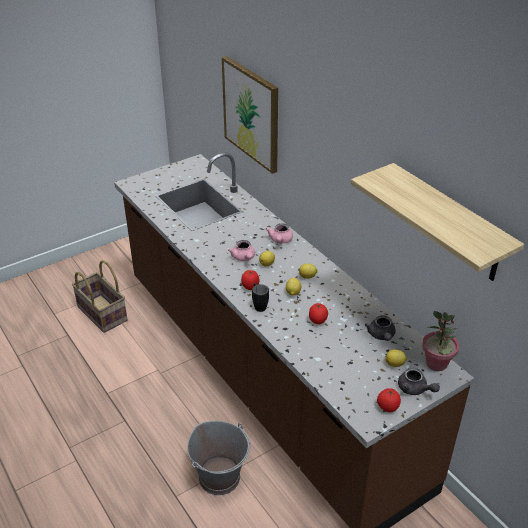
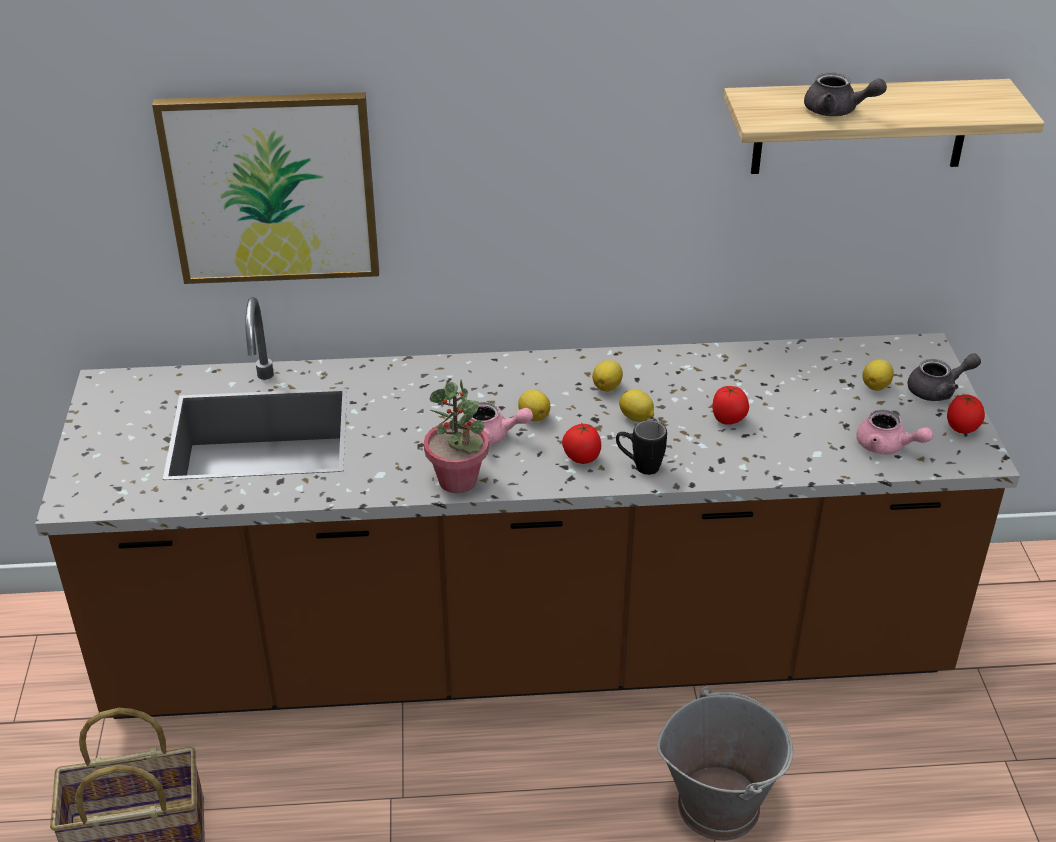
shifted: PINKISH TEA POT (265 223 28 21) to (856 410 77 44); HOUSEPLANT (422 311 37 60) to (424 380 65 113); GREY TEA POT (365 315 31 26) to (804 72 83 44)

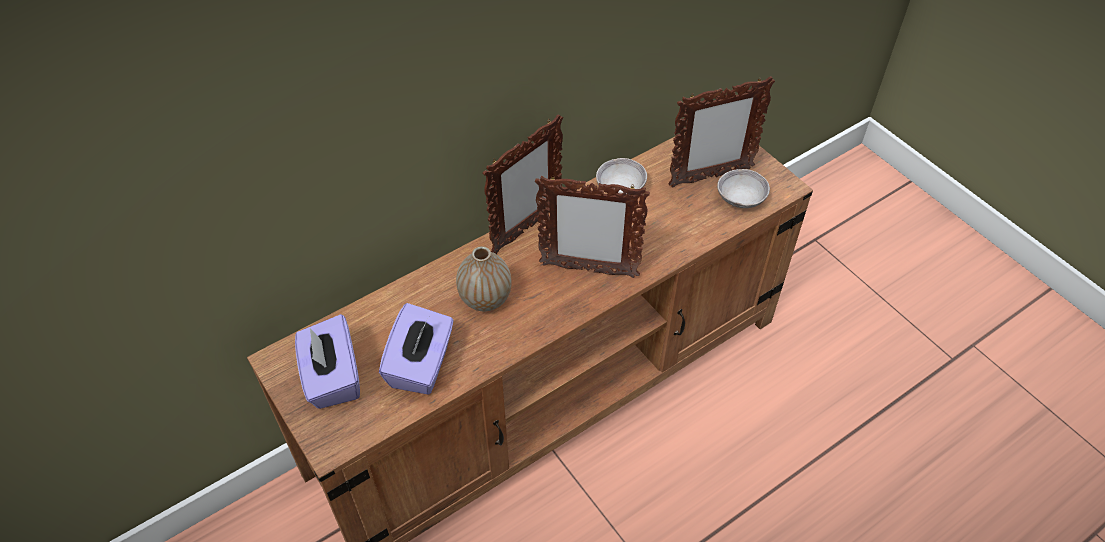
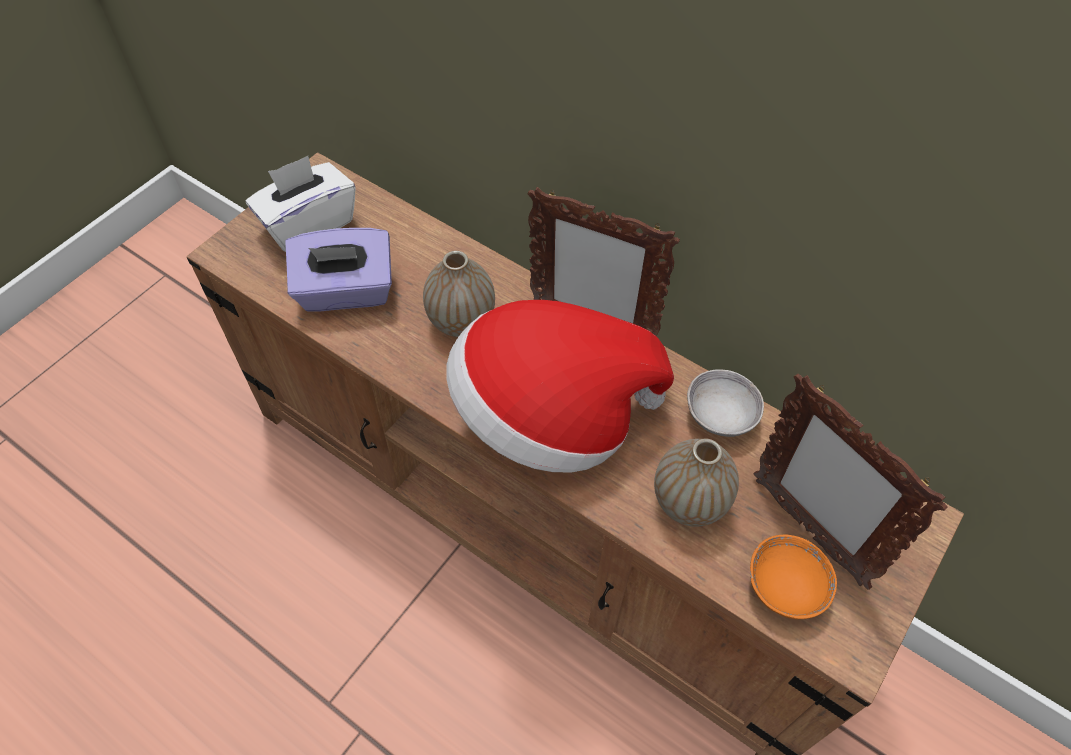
new: VASE (654 439 85 88)
swapped: PHOTO FRAME (535 175 115 103) to CLOTHING HAT (446 300 228 173)
repainted: GREY DEEP DISH (717 169 53 39) to ORANGEY DEEP DISH (750 535 87 84); PURPLE-COLOURED TISSUE BOX (295 314 65 95) to WHITE-COLOURED TISSUE BOX (245 156 110 96)

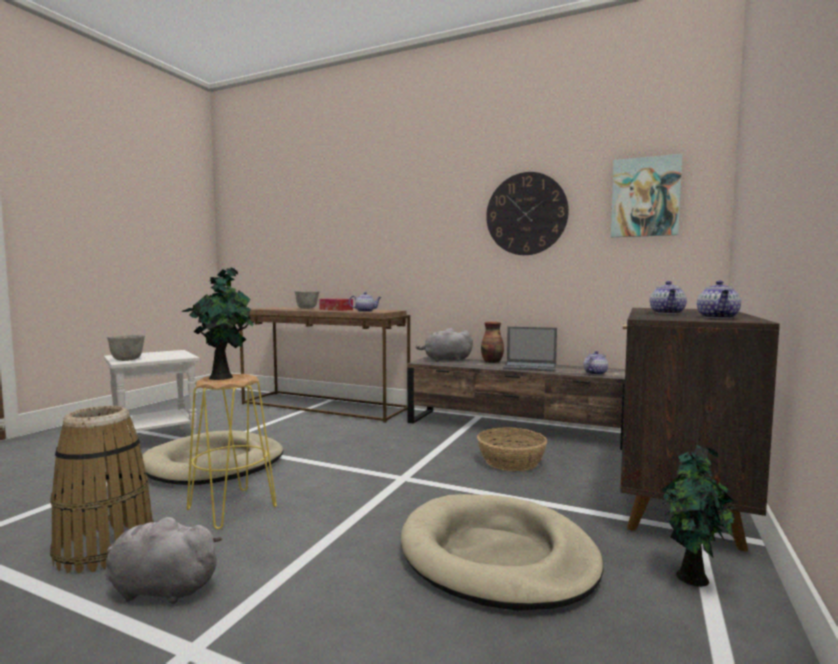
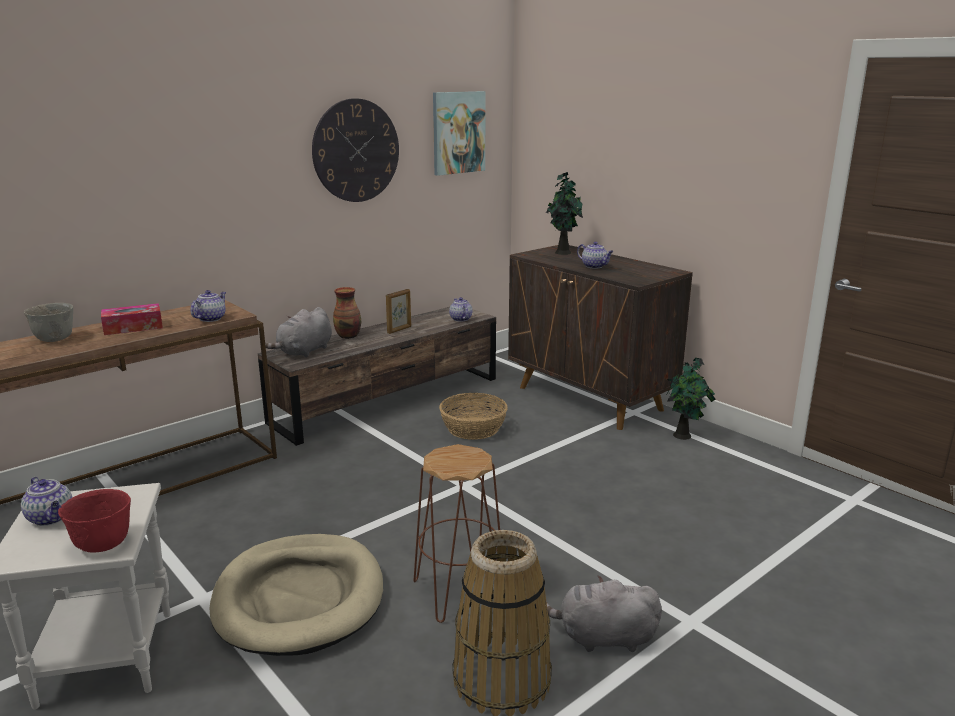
gone: BEIGE-COLOURED DOG BED (401 494 202 117)
shifted: HOUSEPLANT (182 267 72 113) to (546 172 37 83); TEA POT (697 280 44 39) to (21 477 51 49)
swapped: LAPTOP (503 327 54 45) to PHOTO FRAME (386 289 25 45)
repainted: GREY DEEP DISH (107 335 38 26) to RED-COLOURED DEEP DISH (58 489 73 63); YELLOW STOOL (187 374 90 155) to BROWN STOOL (413 444 87 179)
rotated: GREY CUDDLY TOY (105 517 117 87) = (547 576 115 76) 60 degrees clockwise

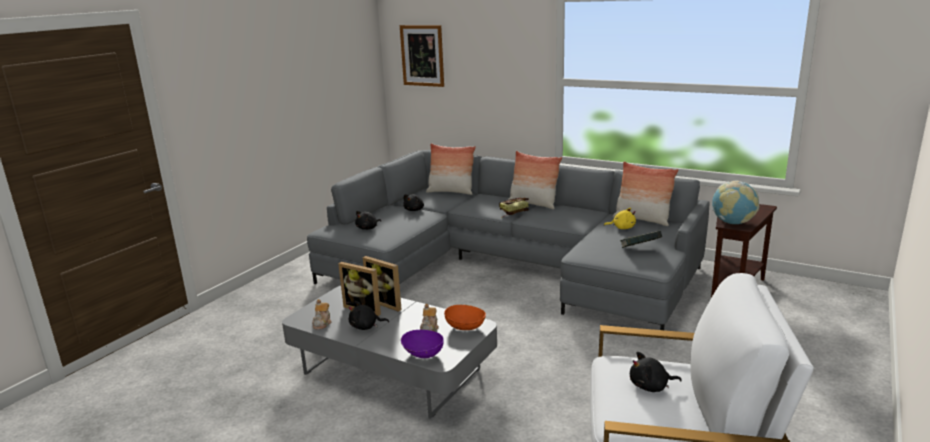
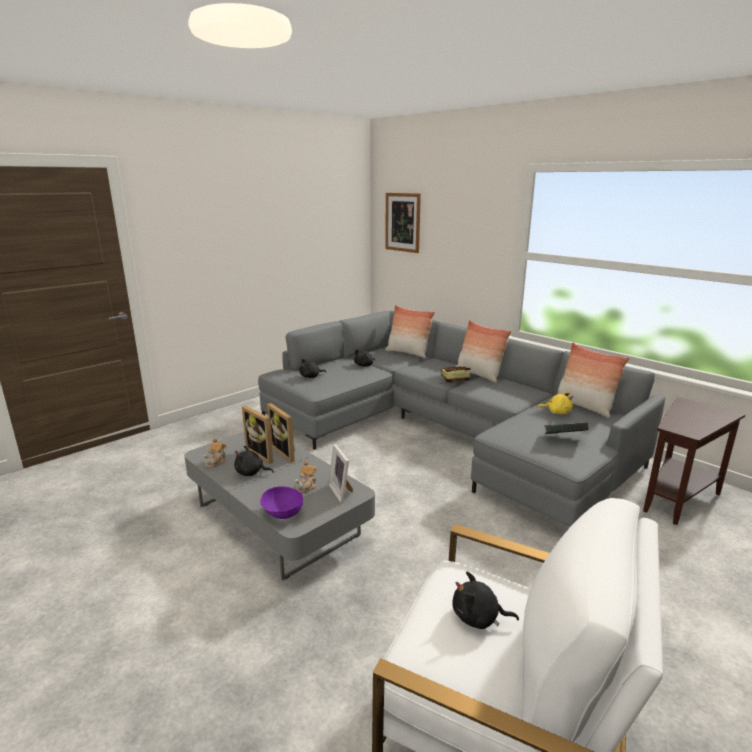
gone: WORLD GLOBE (712 180 47 44)
swapped: ORANGEY DEEP DISH (444 305 42 25) to PHOTO FRAME (328 444 25 59)

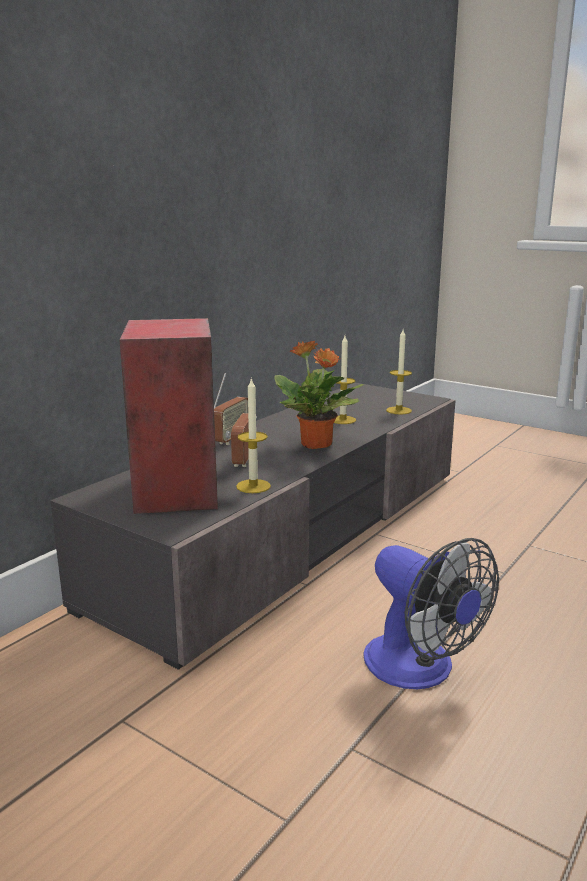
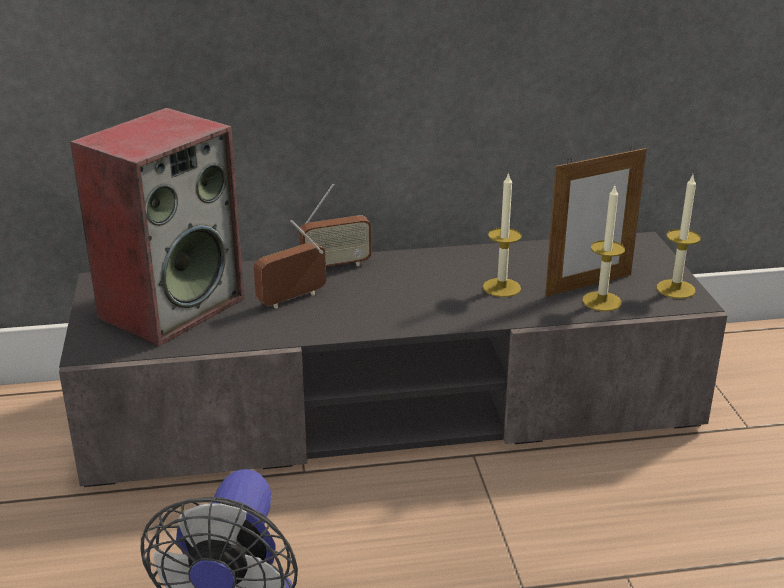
gone: HOUSEPLANT (274 341 90 108)
new: PHOTO FRAME (545 146 102 151)
shifted: CANDLE (236 377 35 116) to (656 175 45 124)

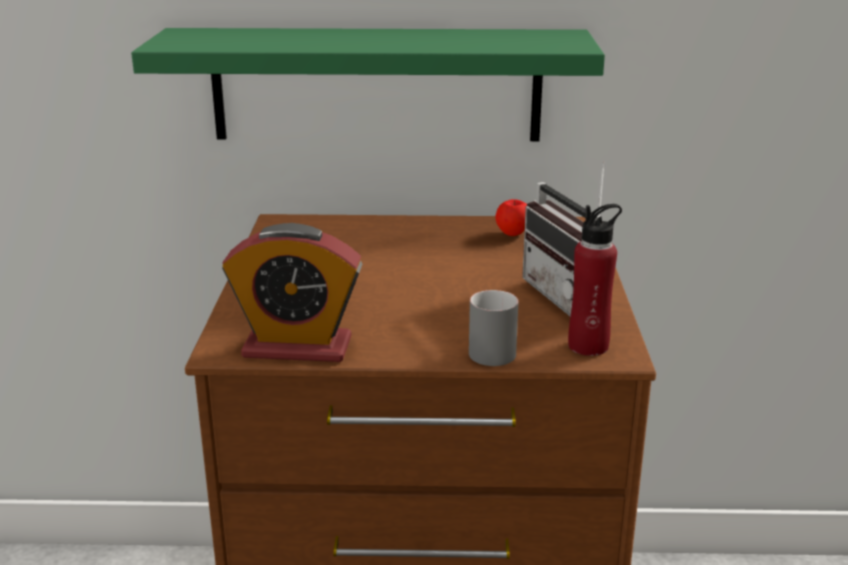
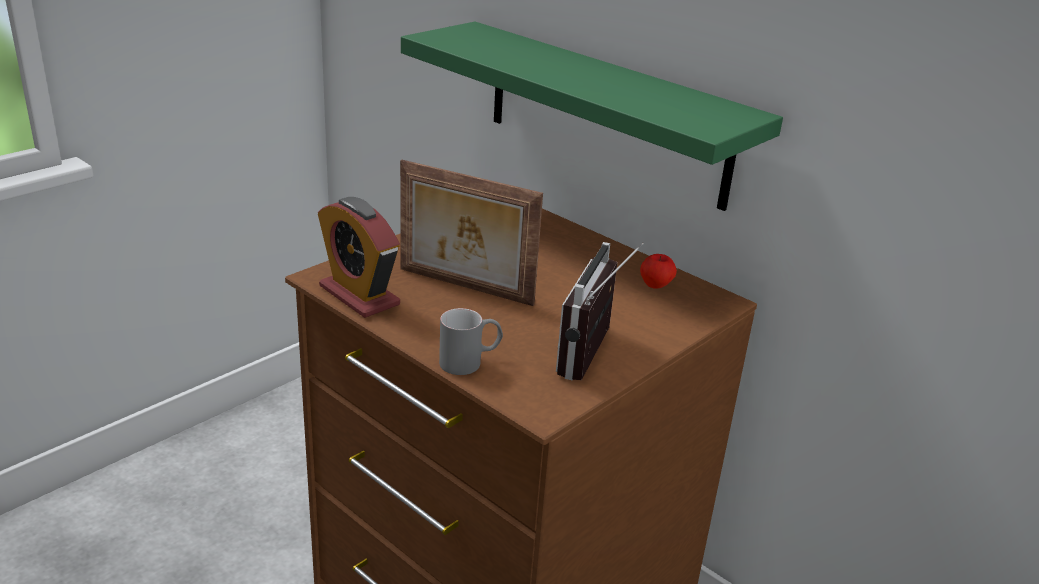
gone: RED-COLOURED BOTTLE (568 204 54 152)
new: PHOTO FRAME (400 160 143 146)

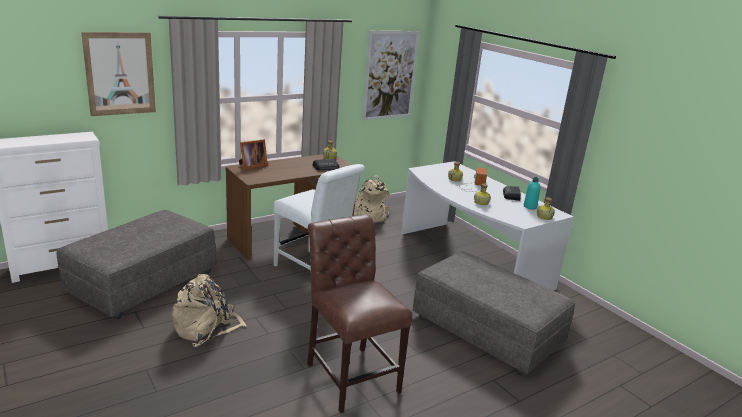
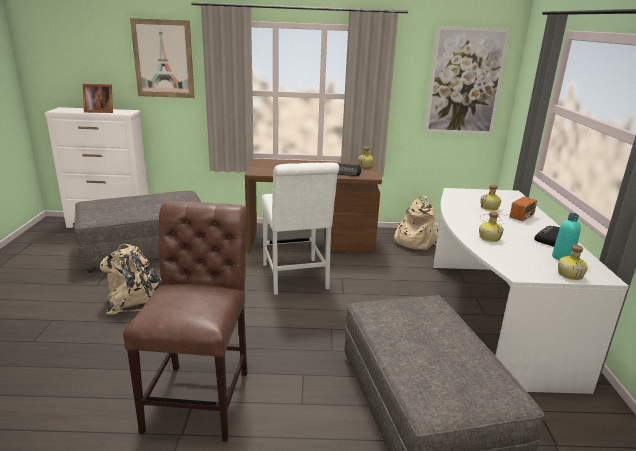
shifted: PHOTO FRAME (239 139 29 30) to (83 84 30 29)

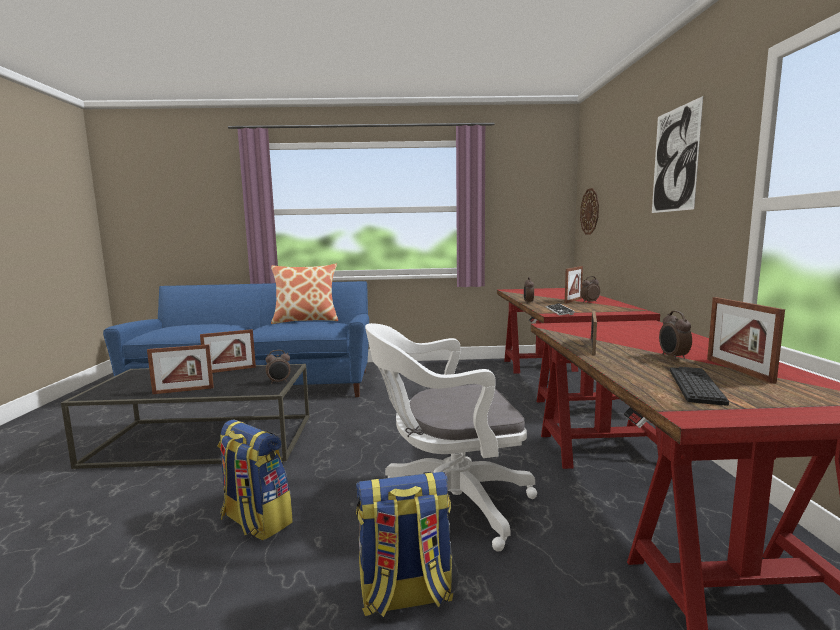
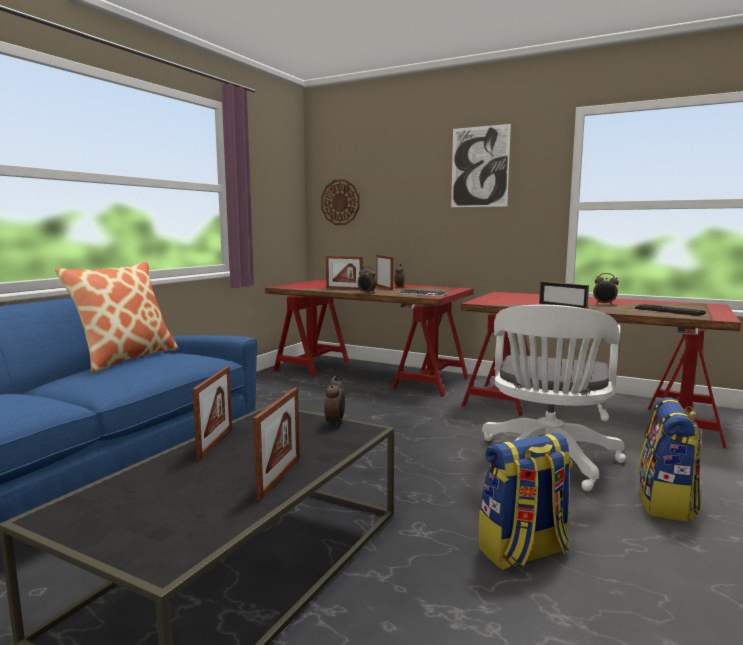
shifted: PHOTO FRAME (707 297 78 87) to (326 256 37 34)

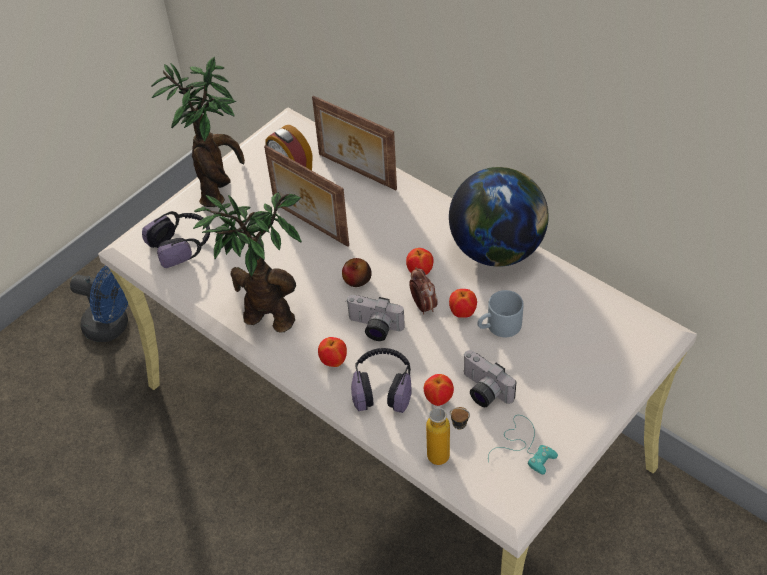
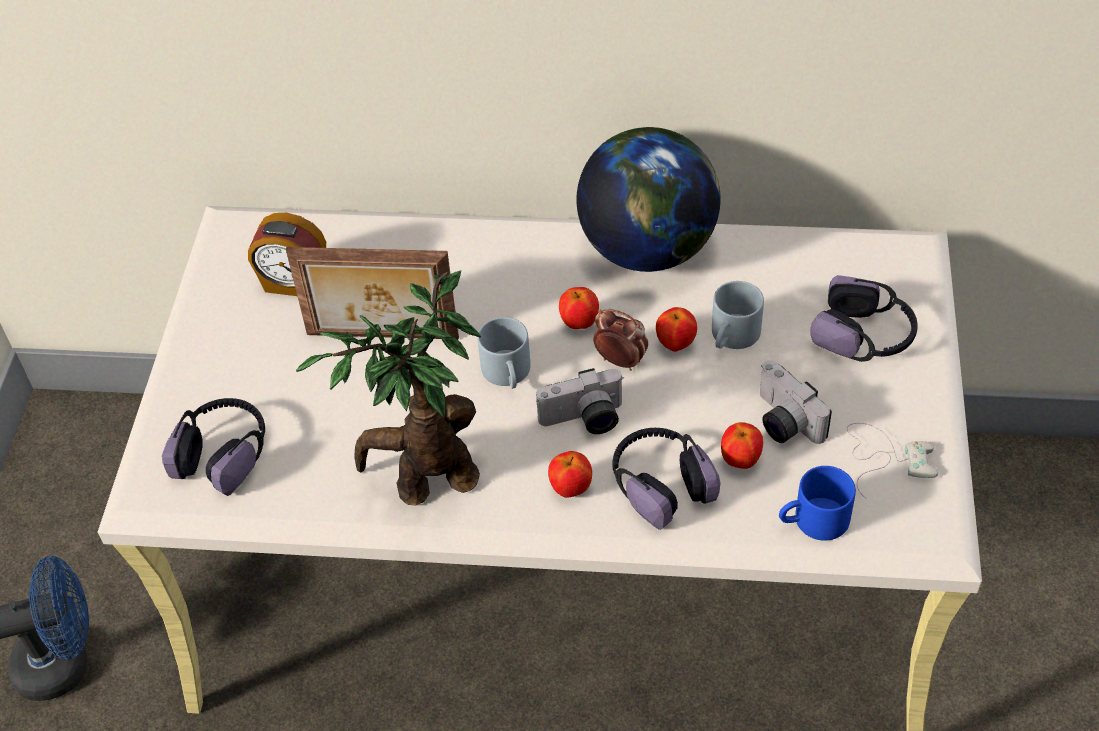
gone: HOUSEPLANT (151 56 94 151); PHOTO FRAME (312 96 85 94)
new: HEADPHONES (810 275 108 87)
swapped: WHOLE APPLE (342 258 30 29) to GREY COFFEE MUG (477 317 54 72); BOTTLE (426 407 44 58) to BLUISH COFFEE MUG (779 466 77 75)
repainted: BLUE-GREEN JOYPAD (488 415 70 60) to WHITE-COLOURED JOYPAD (847 423 91 76)
rotated: PHOTO CAMERA (463 350 53 57) = (760 360 72 84) 45 degrees clockwise

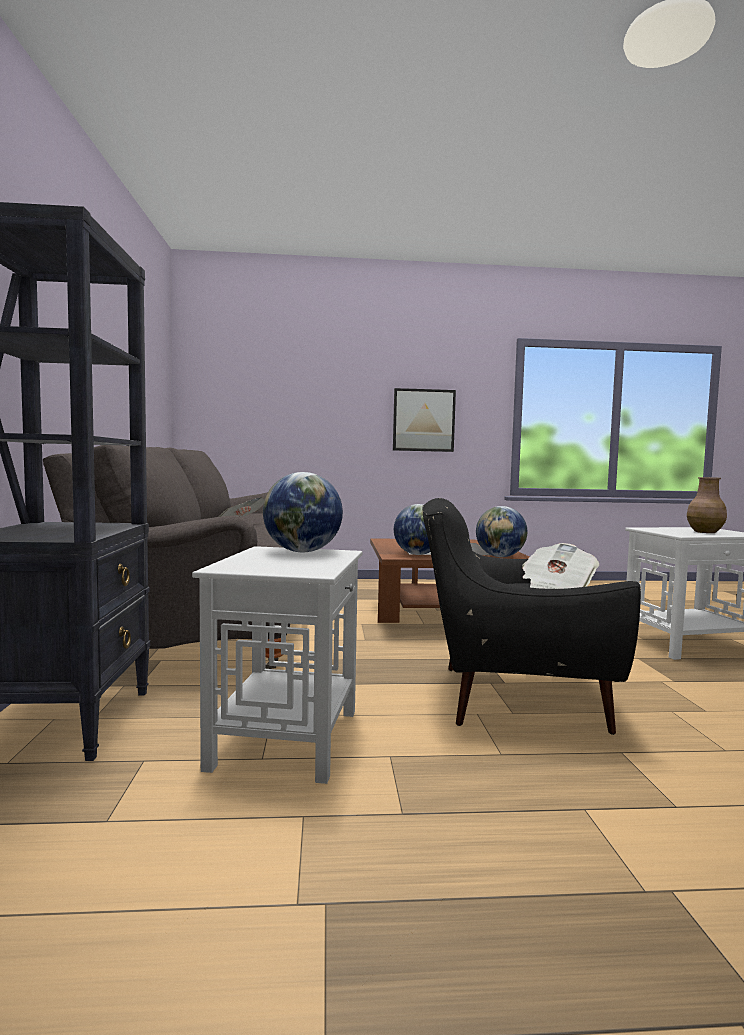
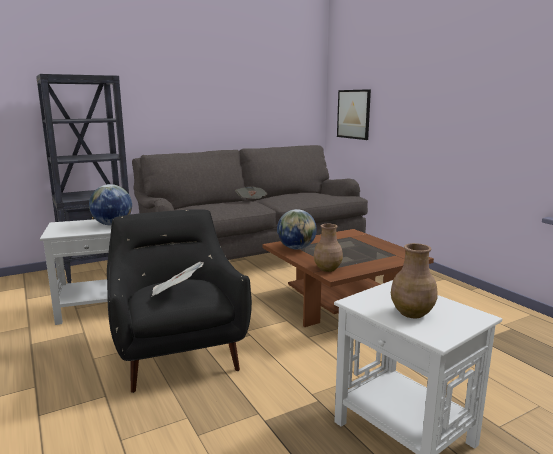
shifted: WALL ART (393 388 63 64) to (337 89 34 51)
swapped: WORLD GLOBE (476 506 51 51) to BROWN VASE (314 224 29 48)

